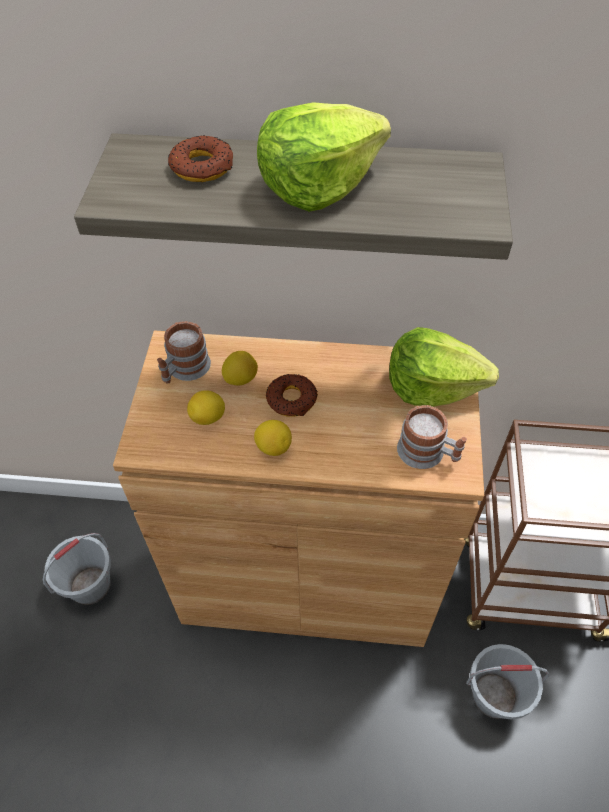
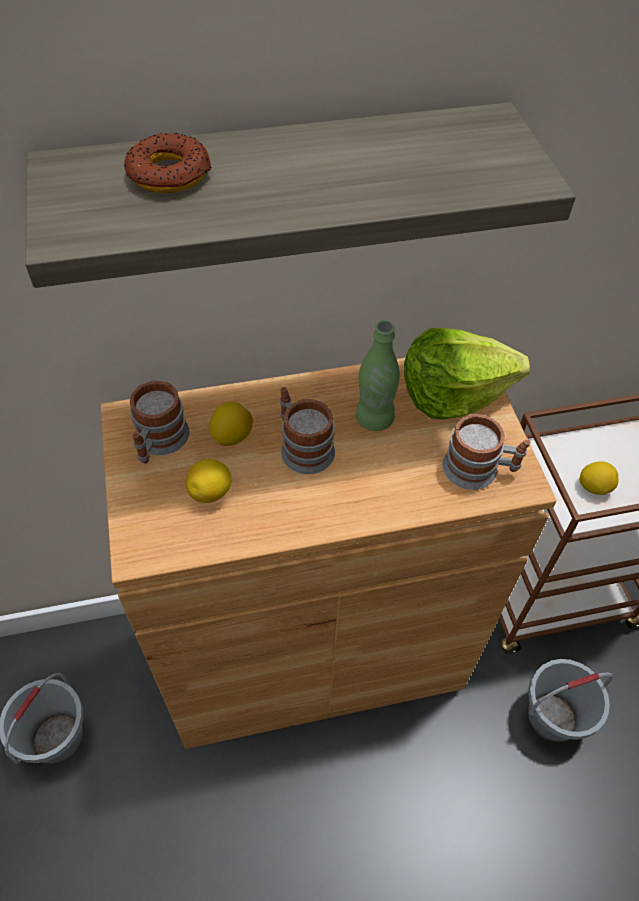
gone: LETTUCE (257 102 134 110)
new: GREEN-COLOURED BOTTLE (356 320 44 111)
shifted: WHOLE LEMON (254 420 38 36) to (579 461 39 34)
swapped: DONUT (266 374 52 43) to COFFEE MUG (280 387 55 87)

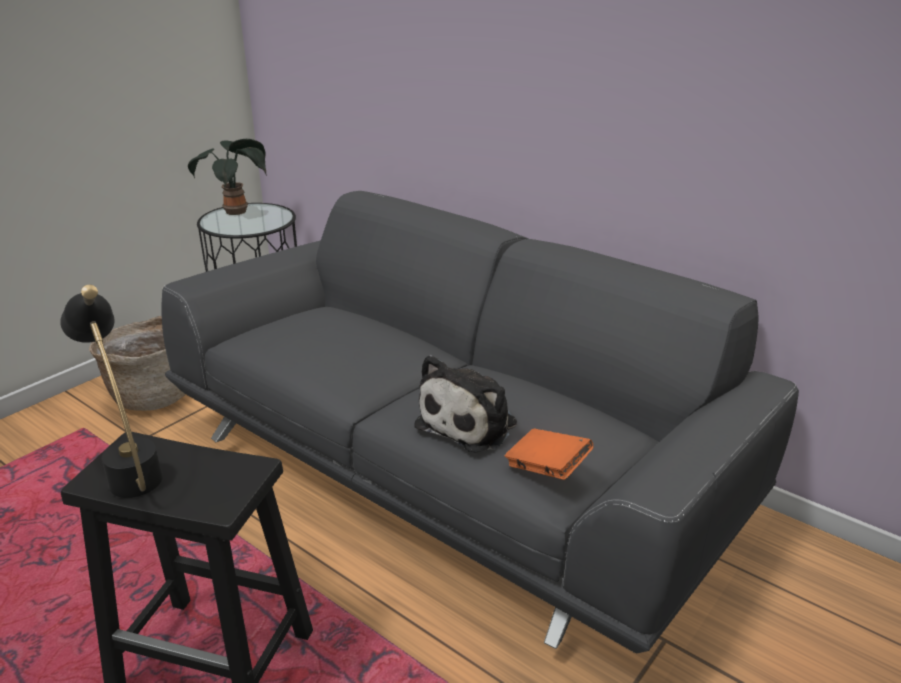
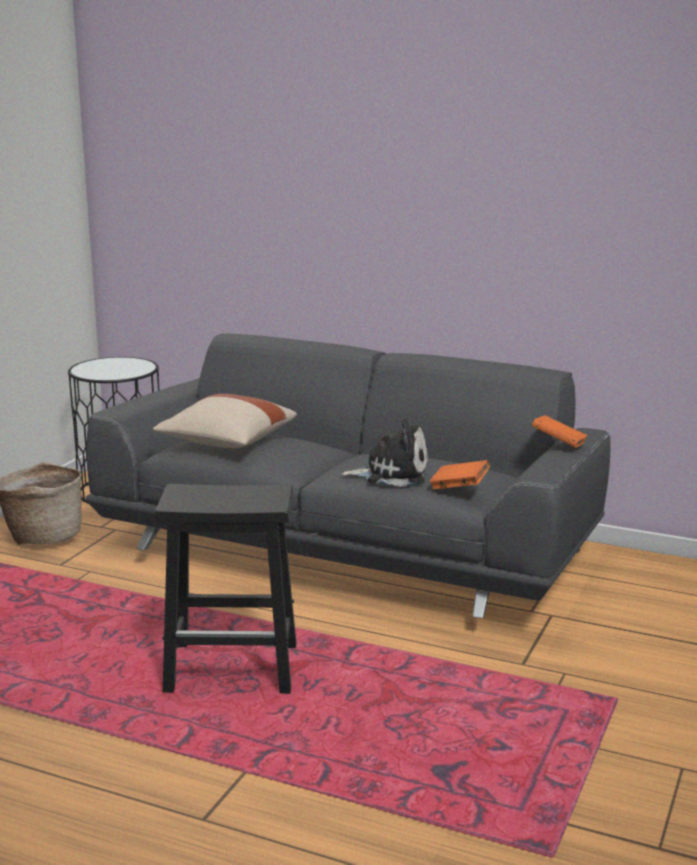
gone: HOUSEPLANT (188 139 78 76); BLACKISH TABLE LAMP (60 285 103 213)
new: BEIGE-COLOURED THROW PILLOW (153 394 144 54); ORANGEY BOOK (532 415 55 33)
rotated: CUDDLY TOY (414 355 103 98) = (341 419 87 68) 105 degrees counterclockwise

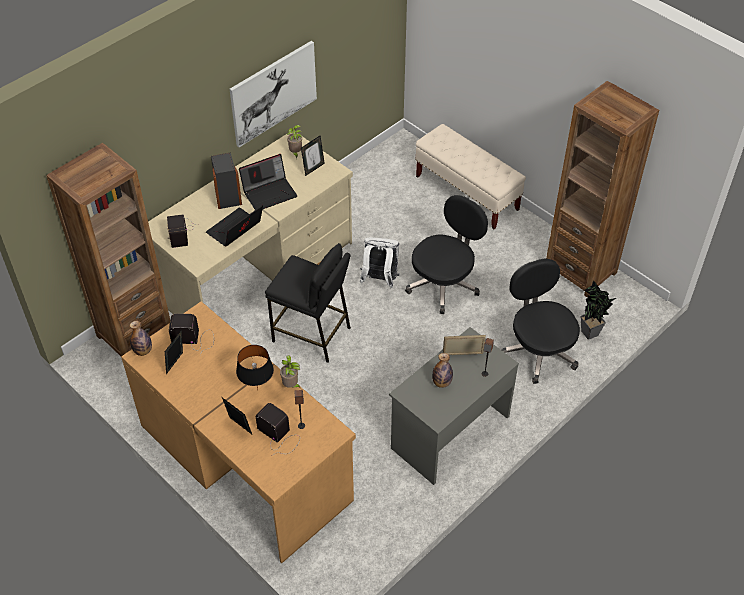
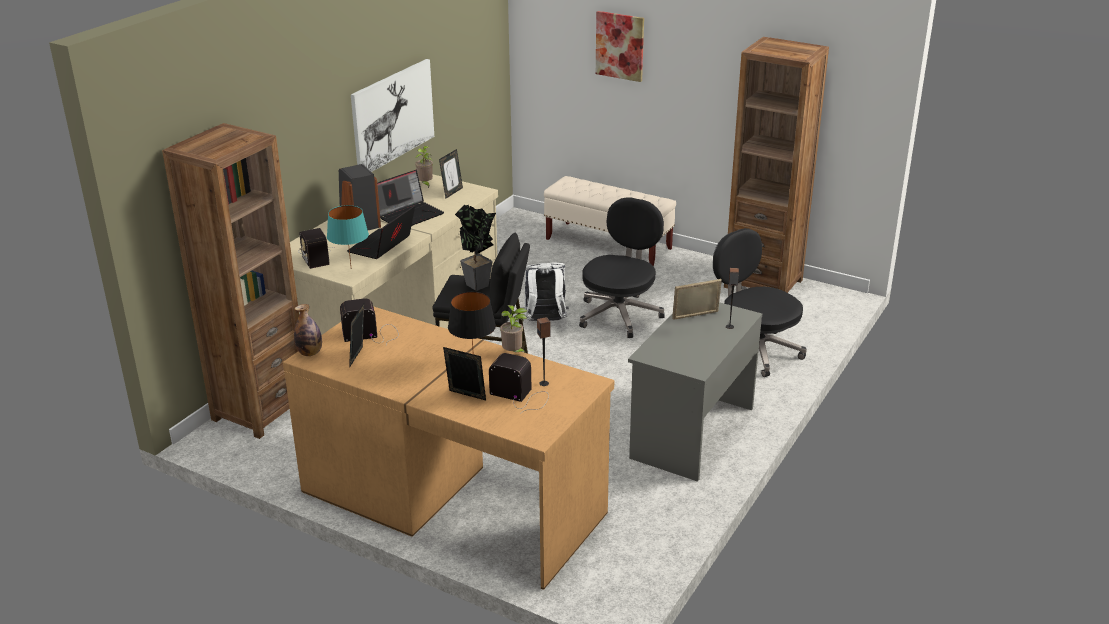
gone: BOTTLE (432 353 21 35)
new: WALL ART (596 11 48 71); BLUE-GREEN TABLE LAMP (327 205 42 60)
shifted: HOUSEPLANT (581 281 35 59) to (455 204 41 87)

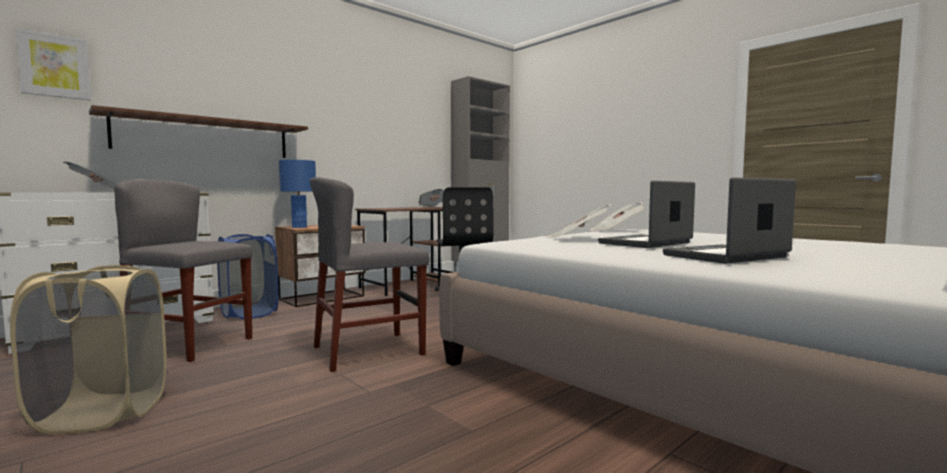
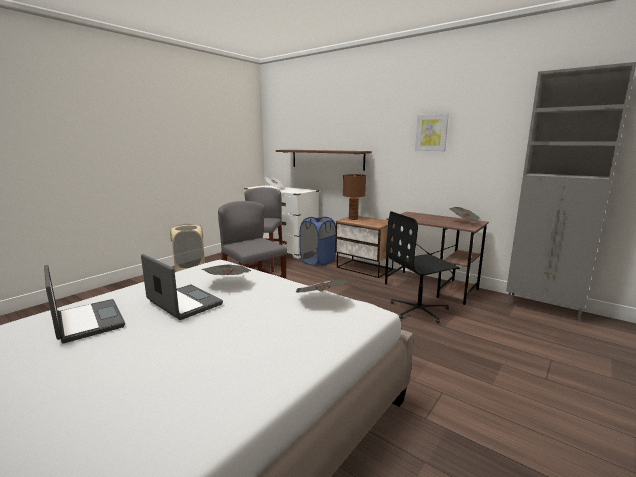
shifted: WALL ART (16 28 75 72) to (415 113 34 38)
repainted: BLUISH TABLE LAMP (279 160 37 68) to BROWN TABLE LAMP (343 174 23 46)

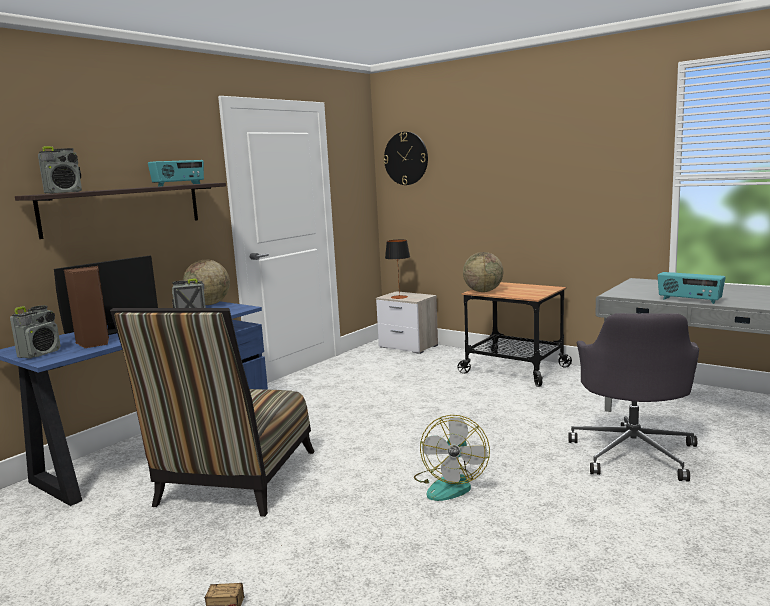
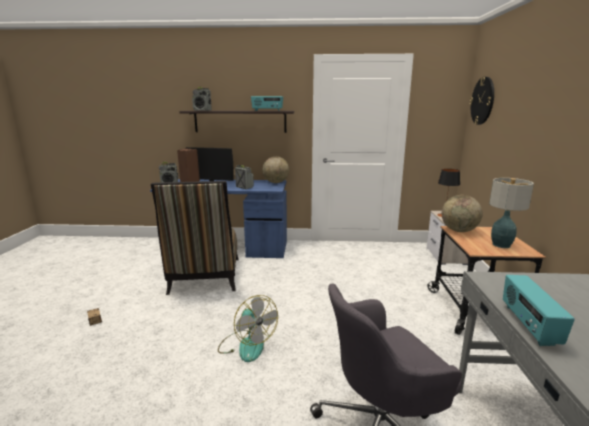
new: TABLE LAMP (489 178 45 70)
rotated: PLAIN CHAIR (110 308 205 209) = (151 181 88 114) 75 degrees counterclockwise; COOLING FAN (414 415 76 86) = (218 295 60 67) 105 degrees counterclockwise

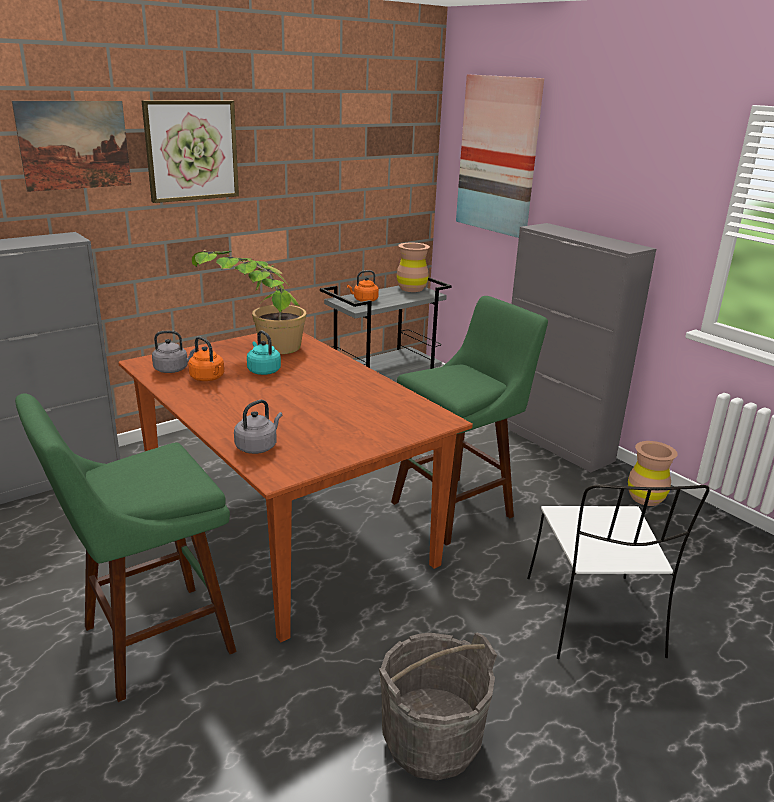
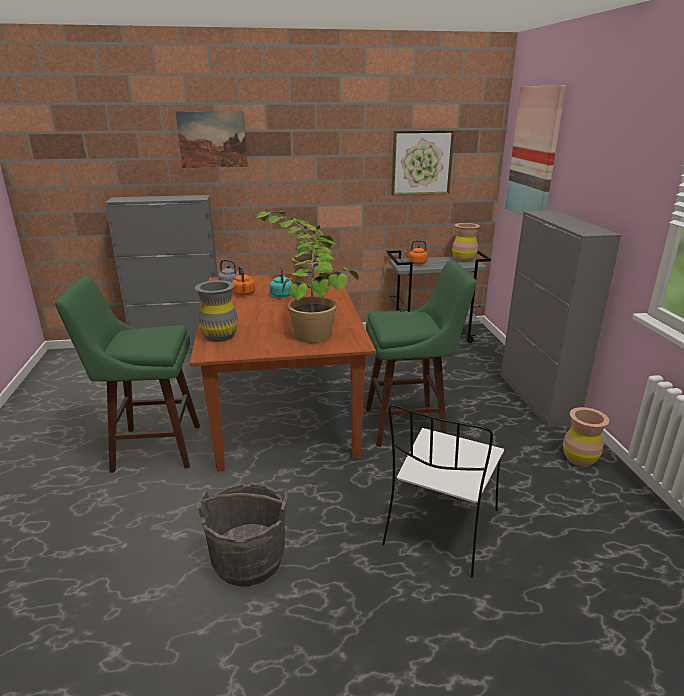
new: HOUSEPLANT (282 235 77 108)
shifted: WALL ART (142 100 97 103) to (391 130 63 65)
swapped: GREY KETTLE (234 400 48 54) to GREY VASE (195 280 43 62)

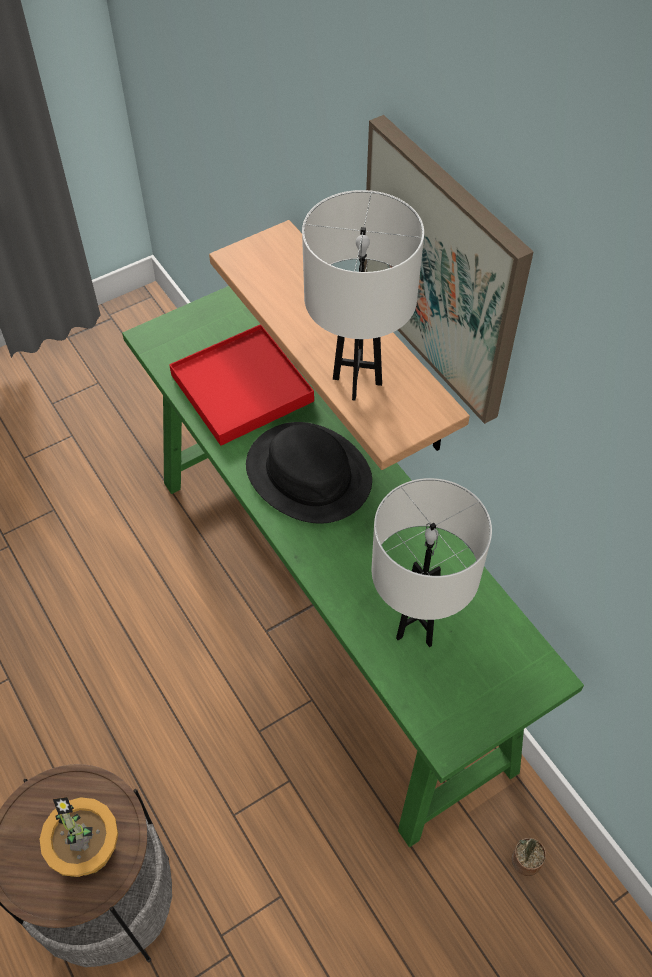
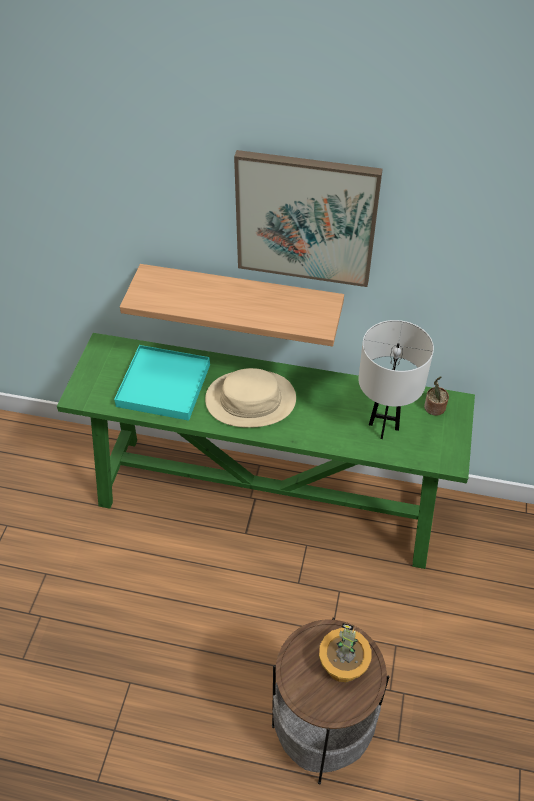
gone: WHITE-COLOURED TABLE LAMP (302 190 122 210)
shifted: HOUSEPLANT (512 838 34 38) to (424 376 25 40)
repainted: RED-COLOURED TRAY (169 324 145 122) to BLUE-GREEN TRAY (114 345 96 76); BLACKISH CLOTHING HAT (246 422 126 101) to BEIGE-COLOURED CLOTHING HAT (205 368 91 60)

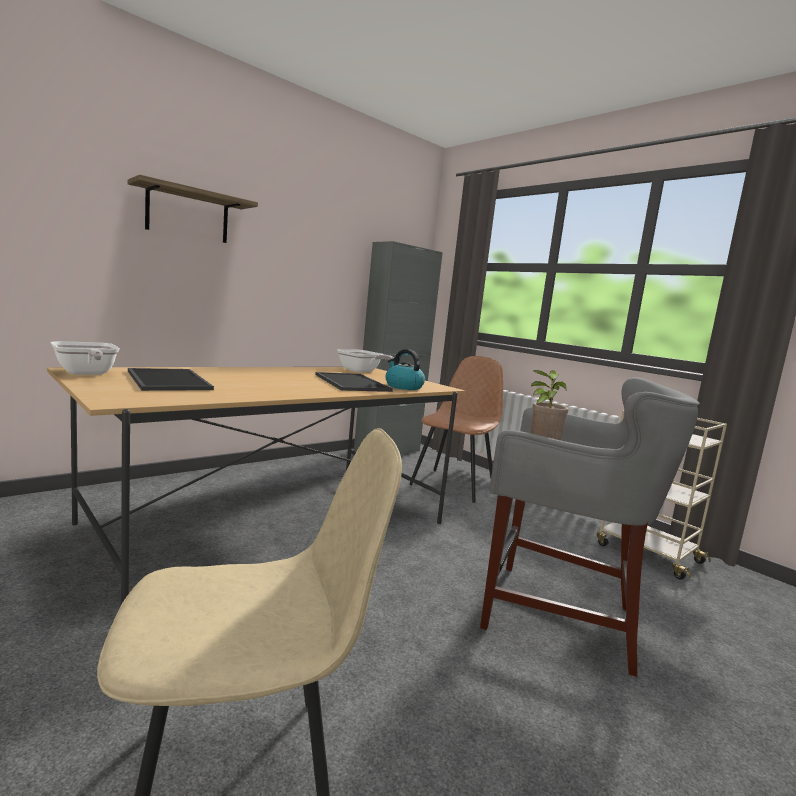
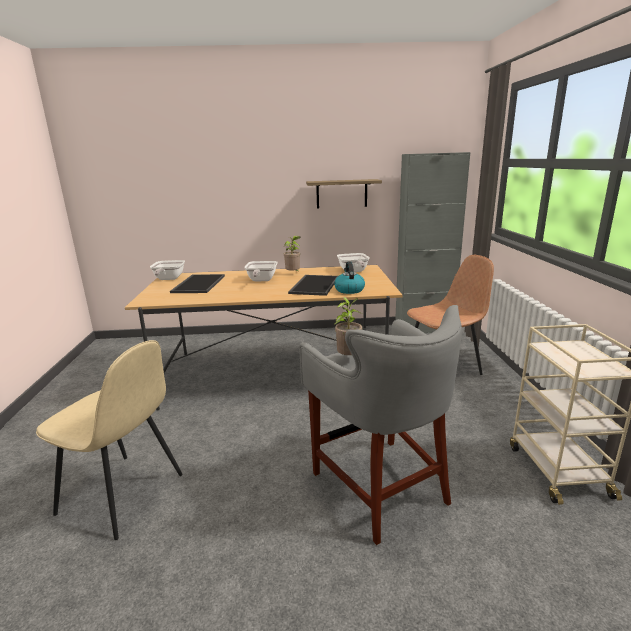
new: HOUSEPLANT (283 236 18 35); PAN (244 261 34 20)
shifted: SHELF (127 175 131 68) to (306 179 76 29)

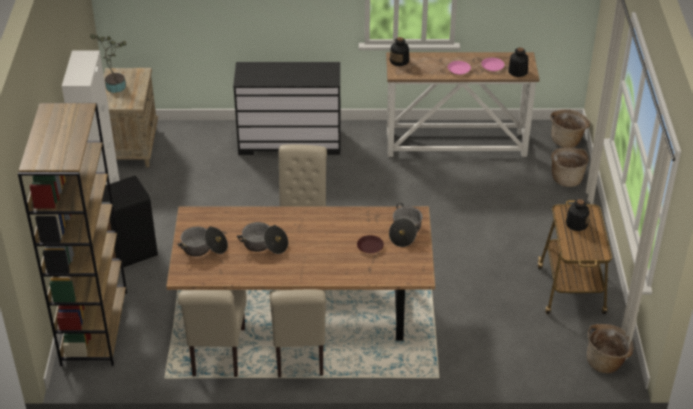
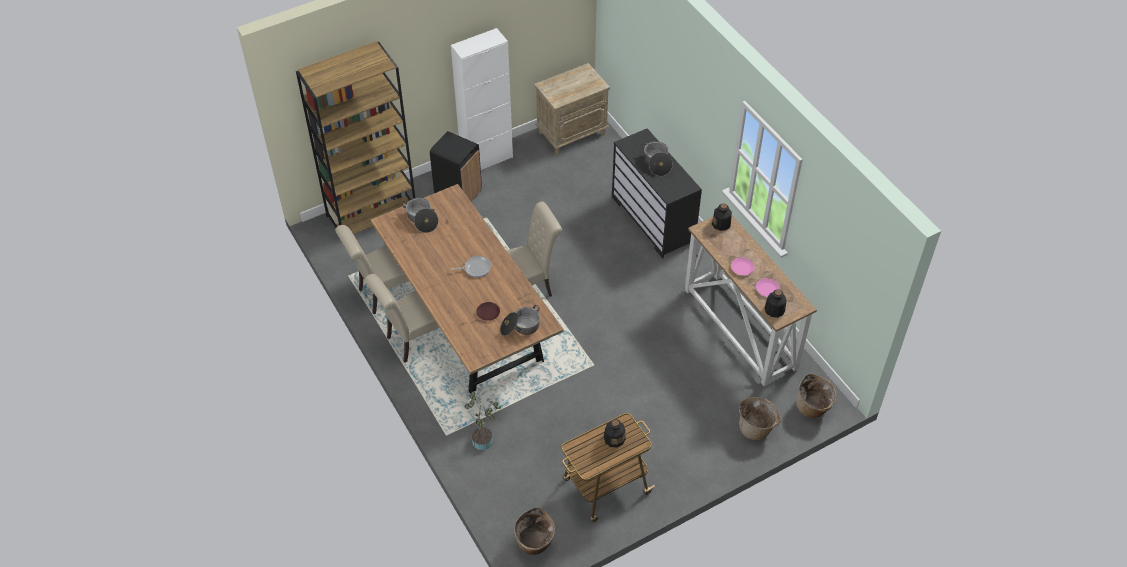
new: PAN (451 256 40 21)
shifted: HOUSEPLANT (90 34 37 59) to (464 391 37 59); STOCKPOT (237 222 51 32) to (642 141 31 35)

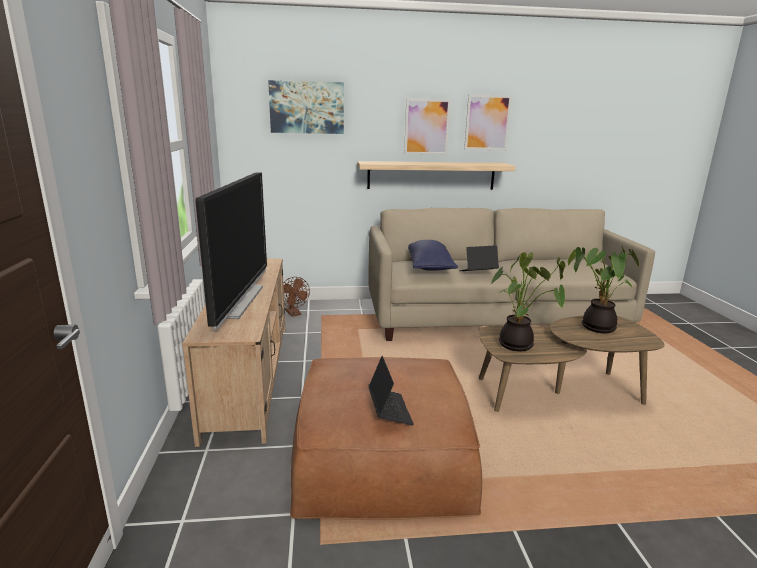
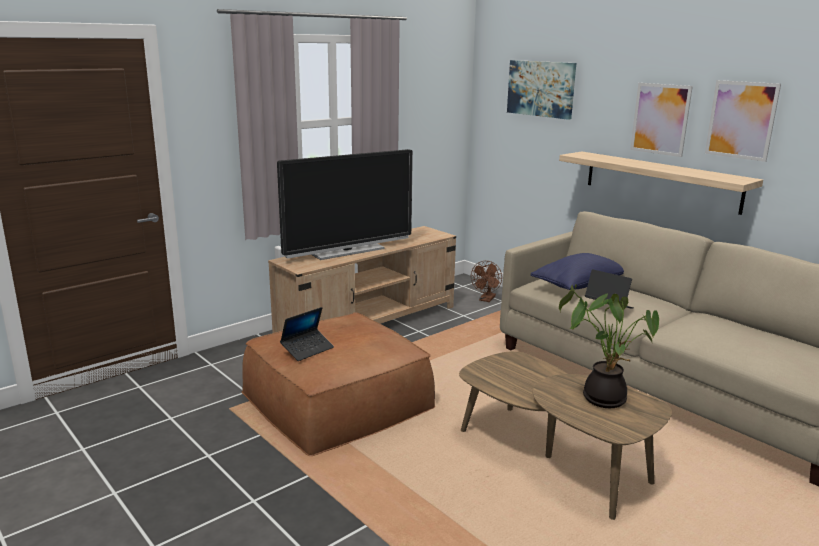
gone: HOUSEPLANT (491 252 74 99)

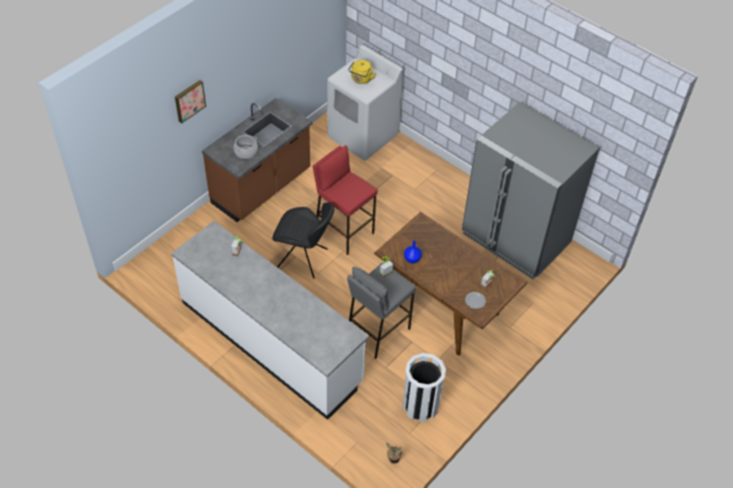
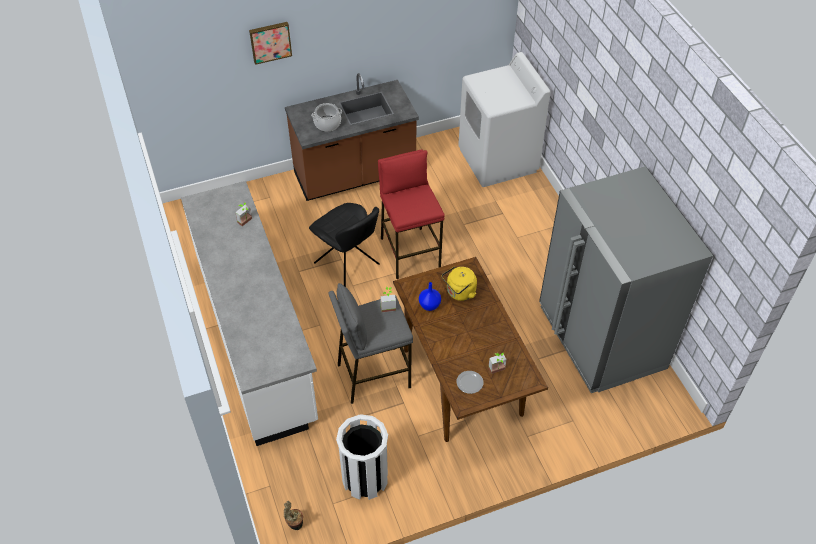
shifted: YELLOW KETTLE (348 60 28 24) to (441 266 36 35)

